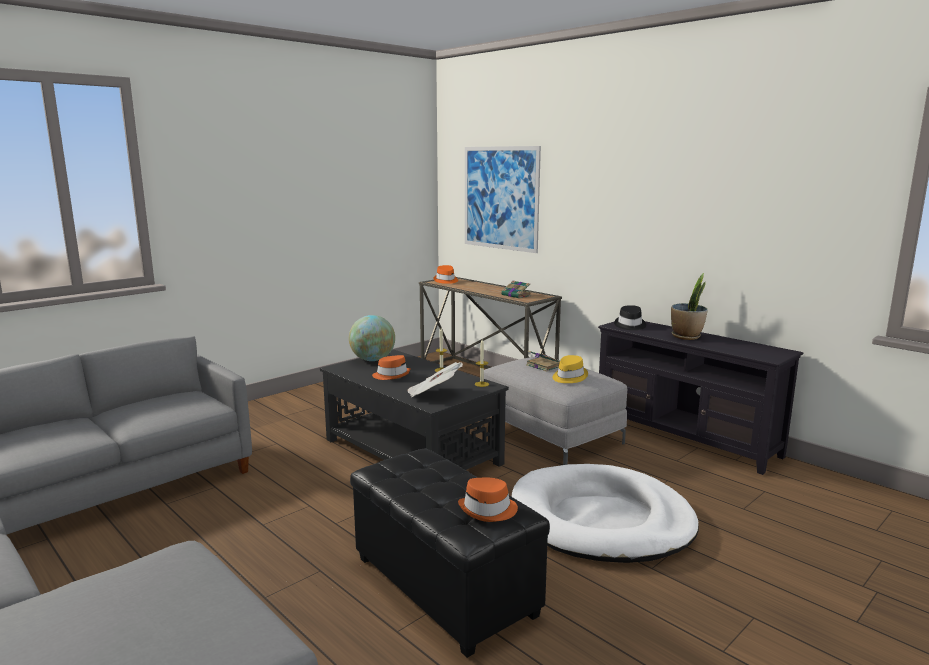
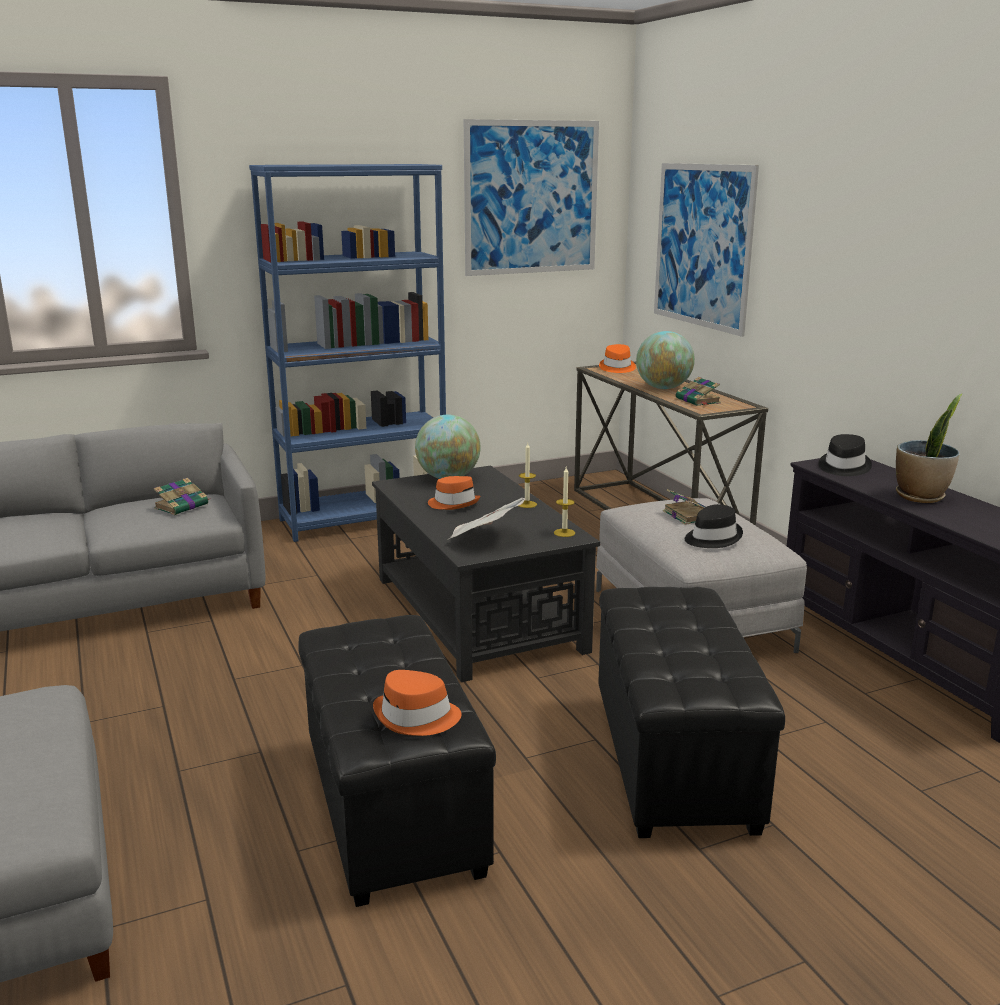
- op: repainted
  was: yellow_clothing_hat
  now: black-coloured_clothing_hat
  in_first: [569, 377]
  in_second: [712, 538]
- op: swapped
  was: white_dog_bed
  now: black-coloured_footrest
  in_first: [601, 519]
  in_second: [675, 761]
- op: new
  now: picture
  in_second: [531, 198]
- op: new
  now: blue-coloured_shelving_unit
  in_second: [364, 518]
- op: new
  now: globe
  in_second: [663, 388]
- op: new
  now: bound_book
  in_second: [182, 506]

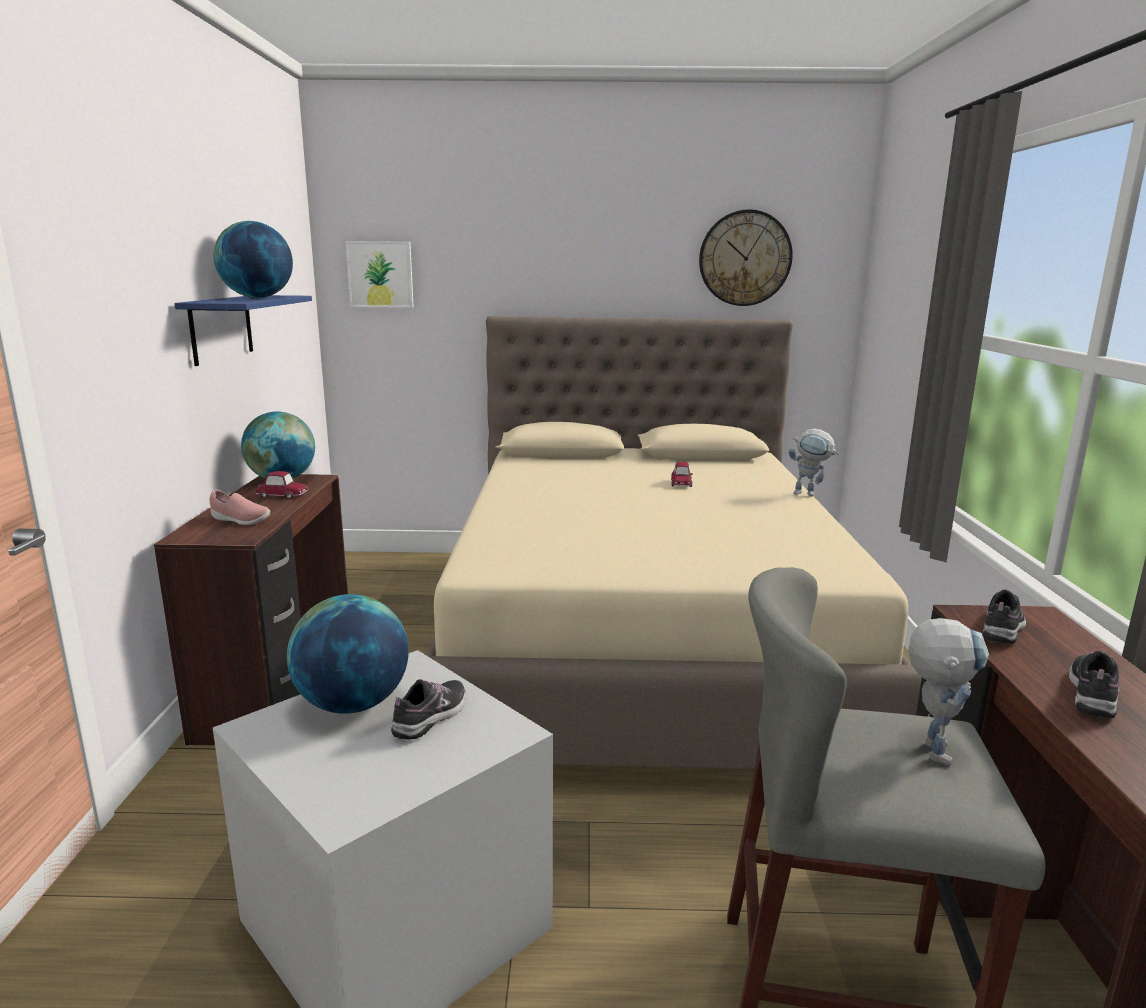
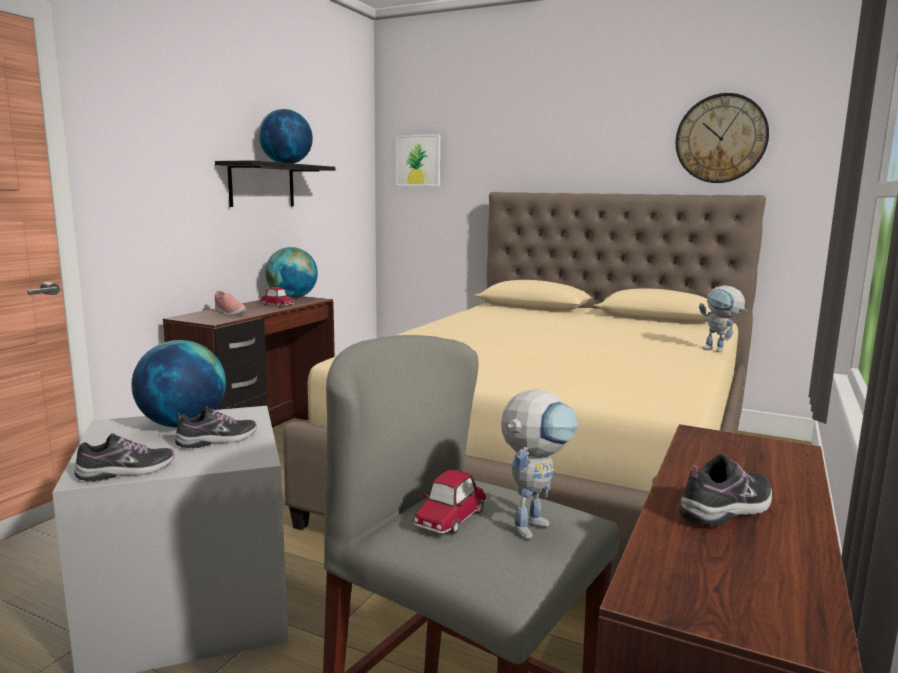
- op: repainted
  was: blue-coloured_bracket_shelf
  now: black-coloured_bracket_shelf
  in_first: [221, 328]
  in_second: [262, 185]
- op: shifted
  was: model_car
  in_first: [681, 483]
  in_second: [449, 518]
- op: shifted
  was: low_shoe
  in_first: [1002, 628]
  in_second: [127, 471]

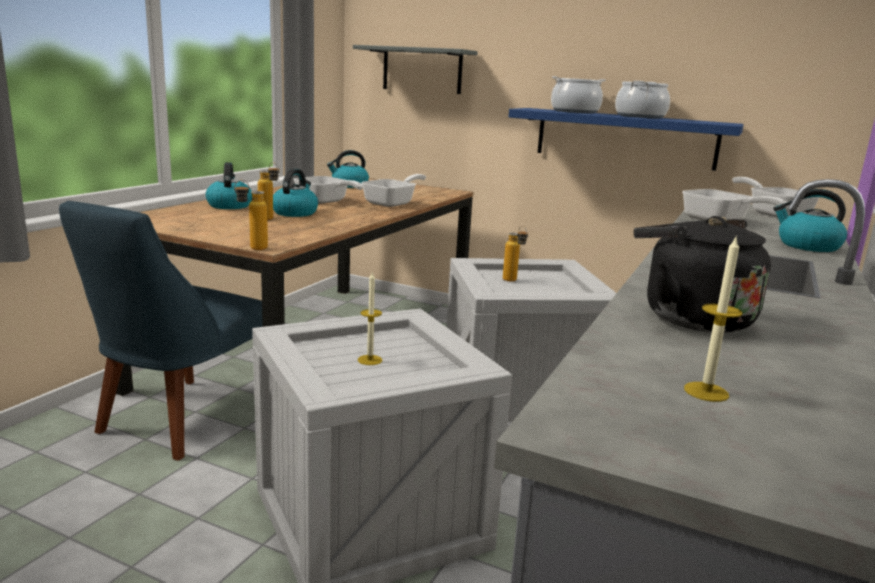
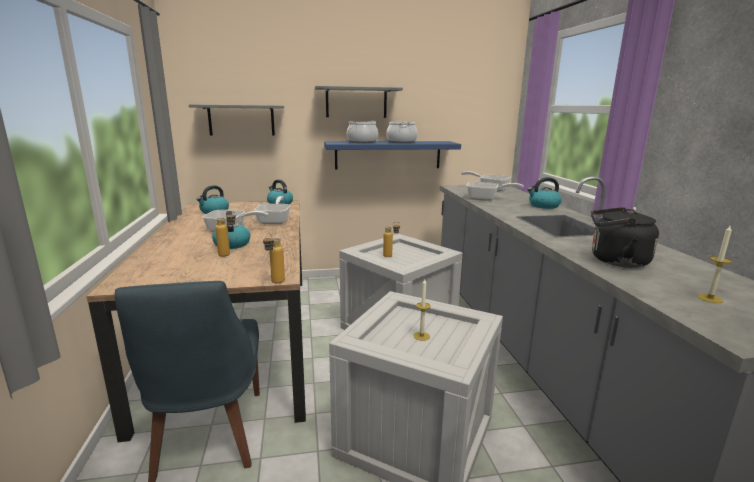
- op: shifted
  was: tea_kettle
  in_first: [229, 205]
  in_second: [279, 203]
- op: new
  now: grey_bracket_shelf
  in_second: [356, 102]

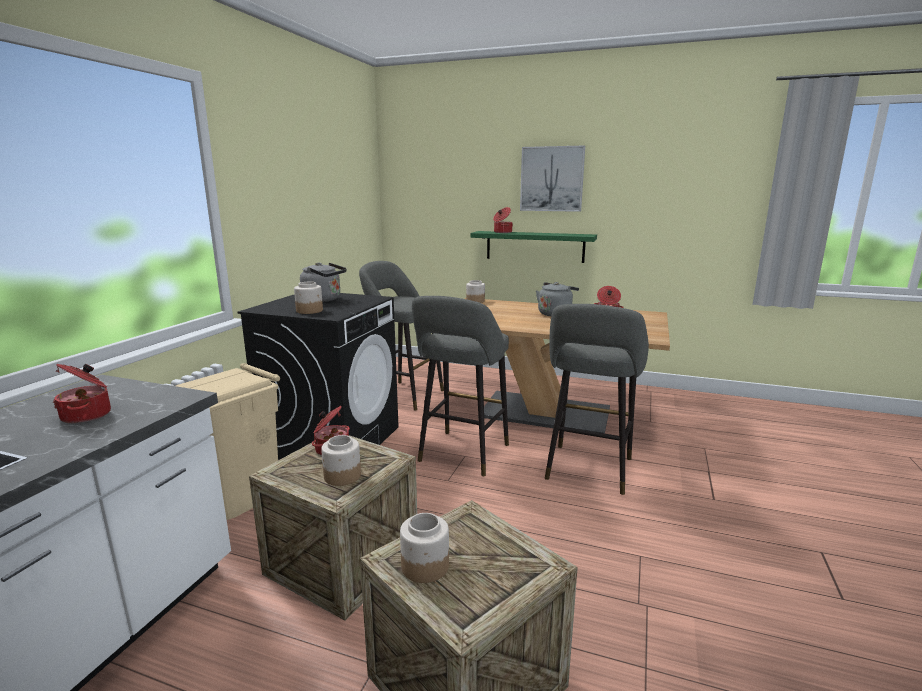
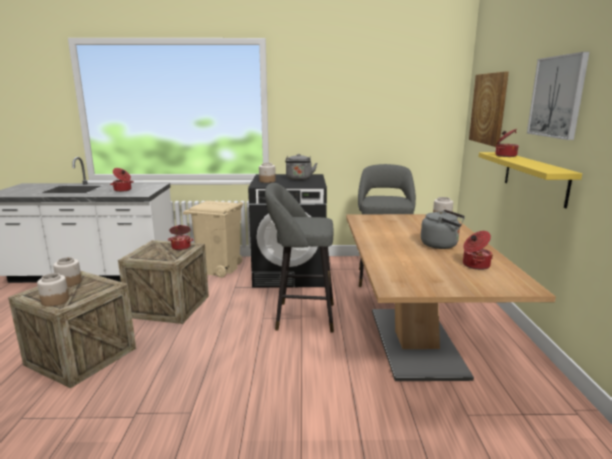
- op: repainted
  was: greenish_bracket_shelf
  now: yellow_bracket_shelf
  in_first: [534, 246]
  in_second: [534, 177]
- op: gone
  was: grey_sitting_stool
  in_first: [588, 471]
- op: shifted
  was: preserve_jar
  in_first: [342, 476]
  in_second: [55, 301]
- op: new
  now: picture
  in_second: [489, 108]

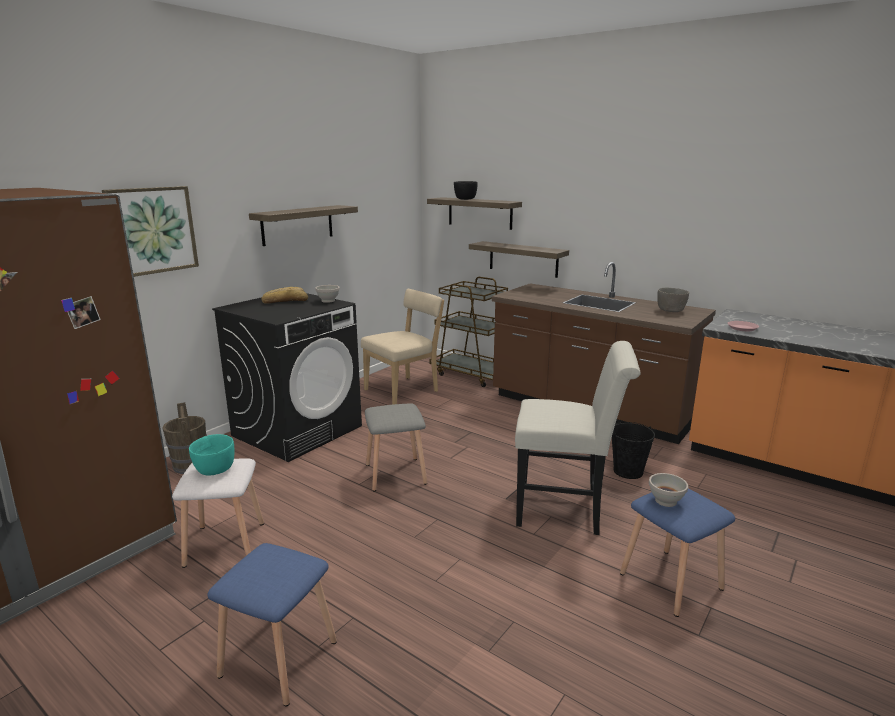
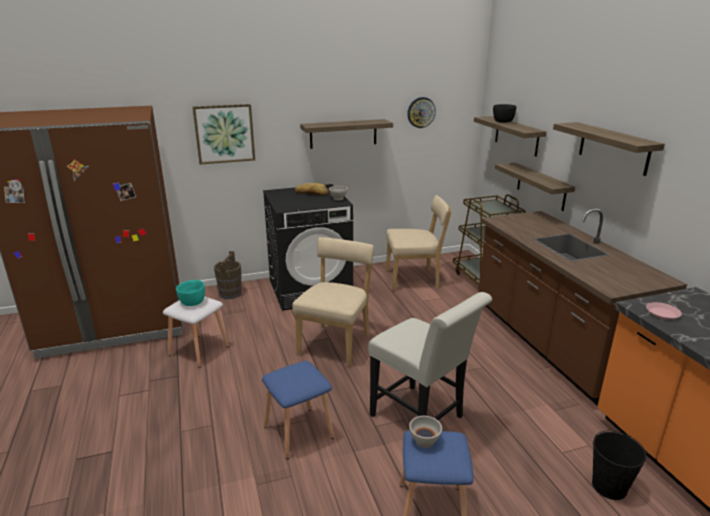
- op: gone
  was: grey_bowl
  in_first: [671, 311]
- op: swapped
  was: grey_sitting_stool
  now: beige-coloured_upright_chair
  in_first: [396, 473]
  in_second: [336, 343]
- op: shifted
  was: black-coloured_bucket
  in_first: [628, 471]
  in_second: [609, 486]
- op: shifted
  was: blue-coloured_sitting_stool
  in_first: [279, 657]
  in_second: [299, 431]
- op: new
  now: wall_clock
  in_second: [421, 112]
- op: new
  now: bracket_shelf
  in_second: [613, 148]

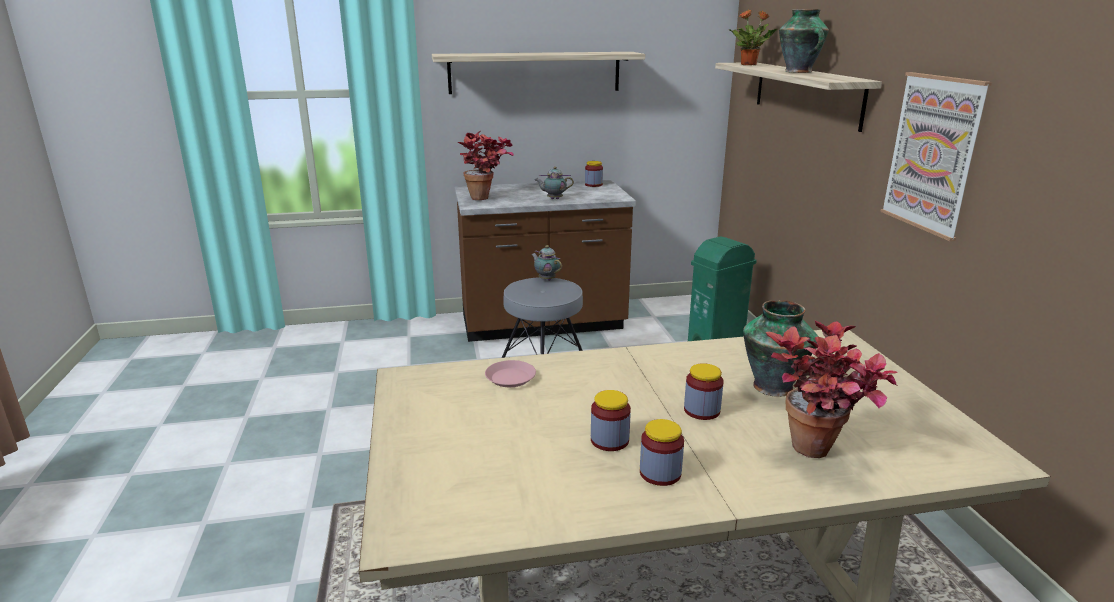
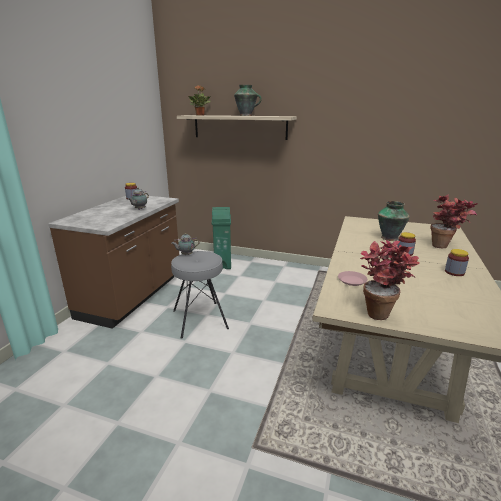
- op: gone
  was: bracket_shelf
  in_first: [535, 72]
- op: gone
  was: picture
  in_first: [932, 153]
- op: shifted
  was: potted_plant
  in_first: [486, 199]
  in_second: [380, 311]
- op: gone
  was: preserve_jar
  in_first: [609, 440]

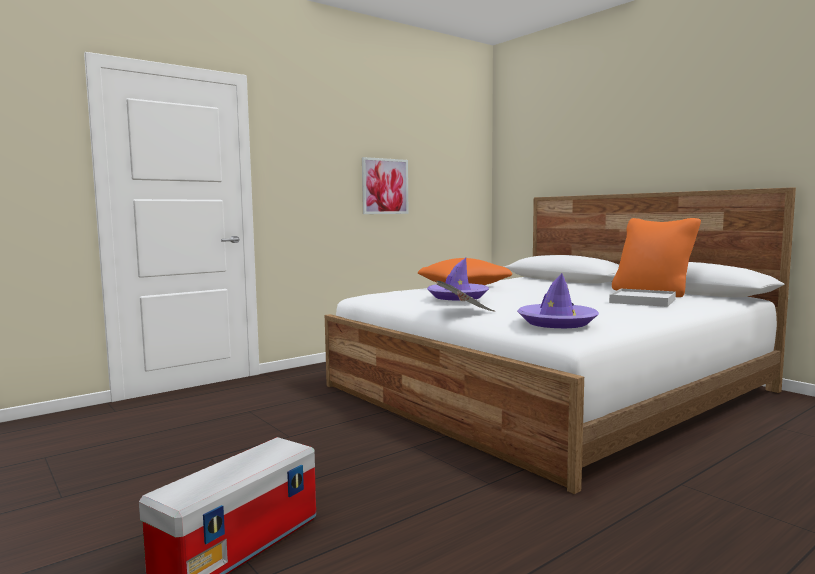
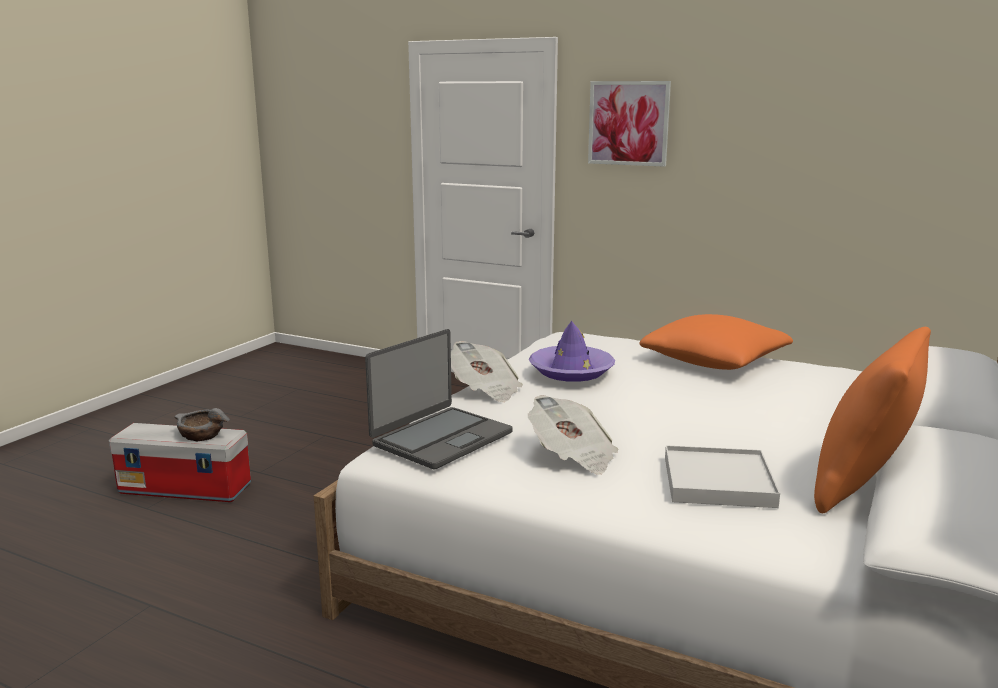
- op: shifted
  was: picture
  in_first: [385, 186]
  in_second: [628, 123]
- op: swapped
  was: purple_clothing_hat
  now: laptop
  in_first: [557, 322]
  in_second: [441, 438]
- op: new
  now: newspaper
  in_second: [573, 456]
- op: new
  now: grey_bowl
  in_second: [201, 435]

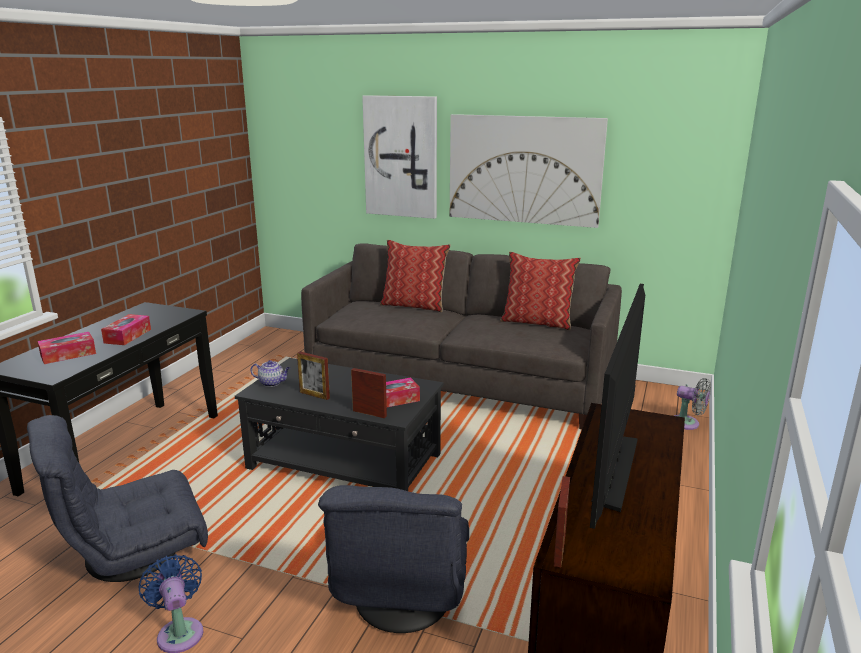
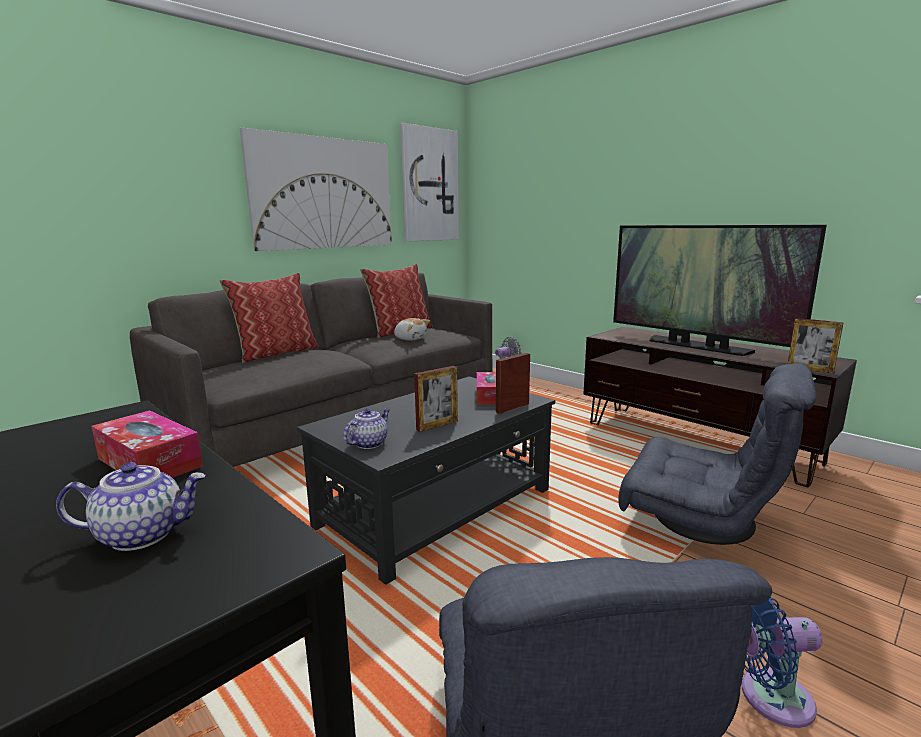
- op: shifted
  was: picture
  in_first: [401, 157]
  in_second: [429, 185]
- op: swapped
  was: tissue_box
  now: tea_pot
  in_first: [68, 355]
  in_second: [143, 534]
- op: new
  now: cuddly_toy
  in_second: [410, 339]

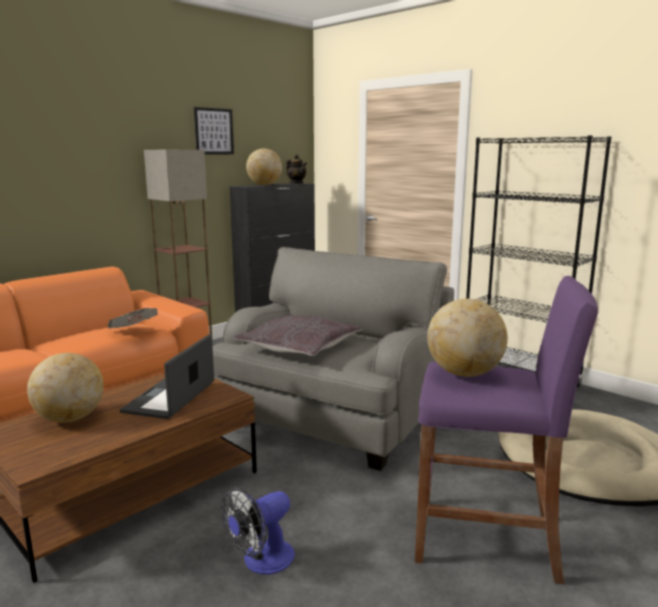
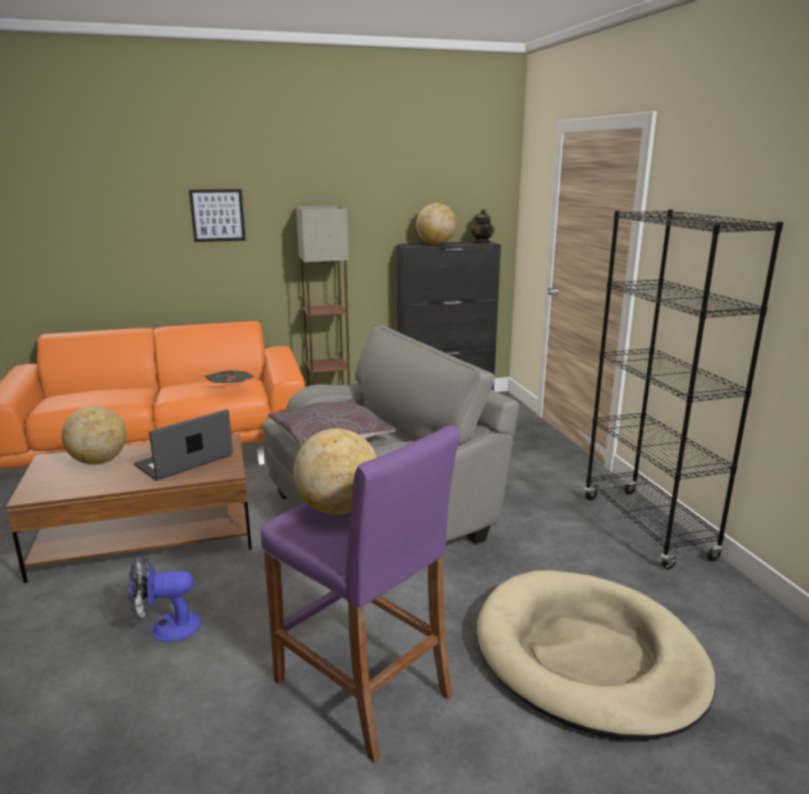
- op: shifted
  was: picture
  in_first: [214, 131]
  in_second: [217, 215]

